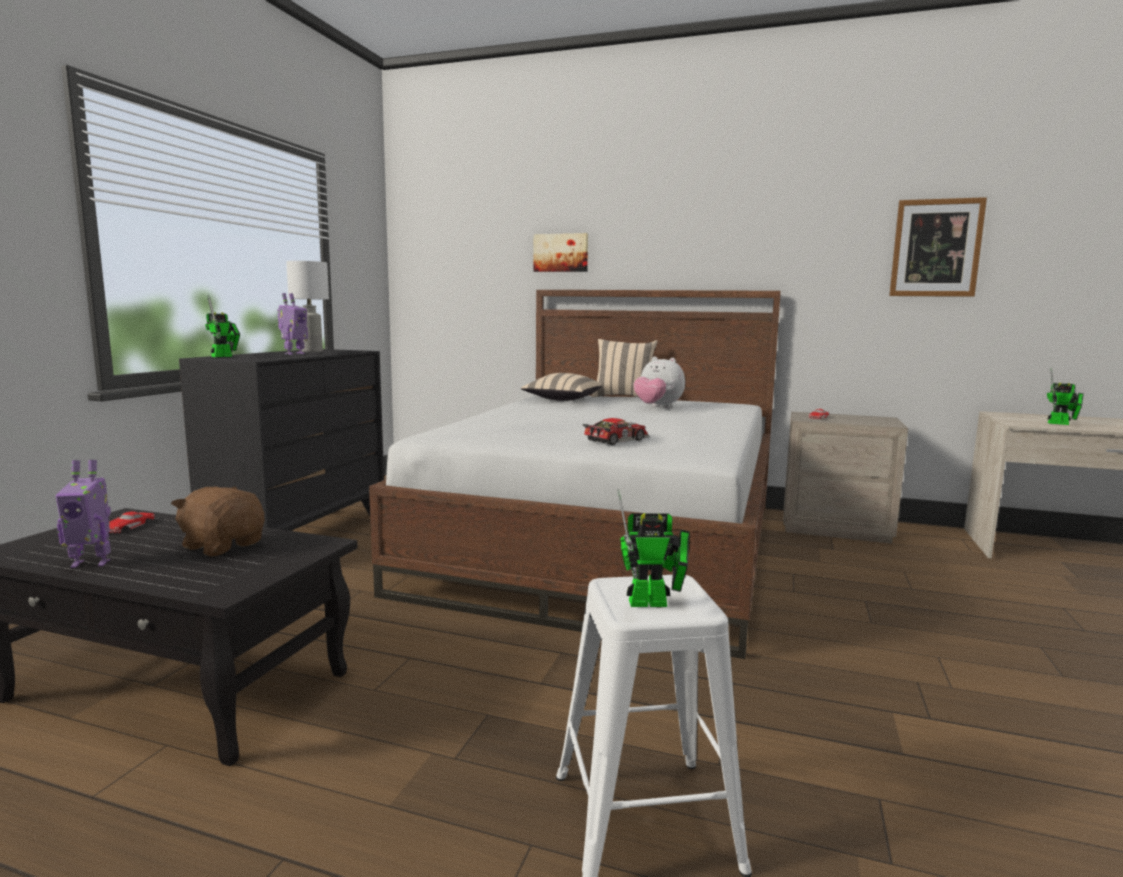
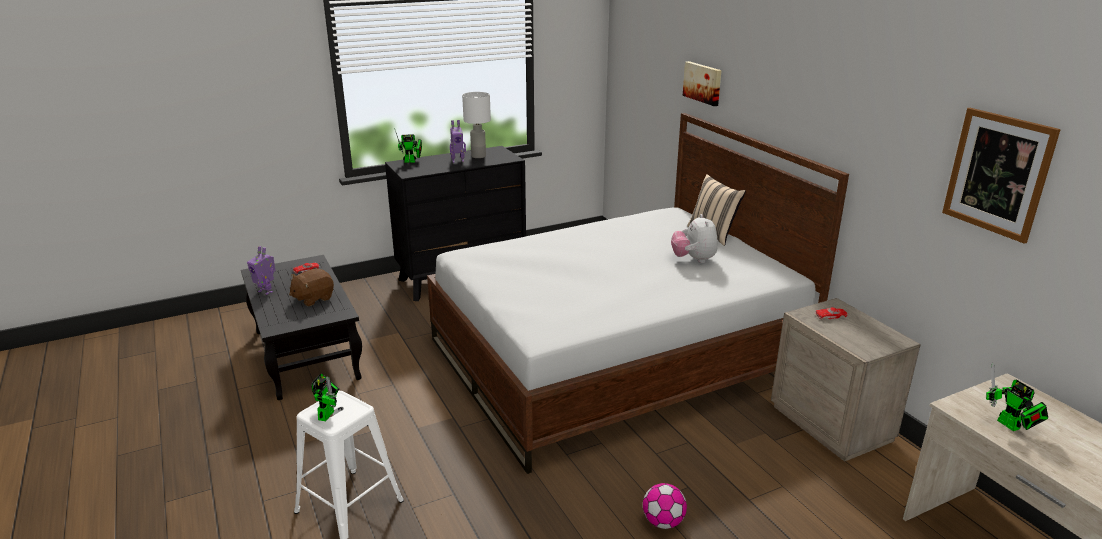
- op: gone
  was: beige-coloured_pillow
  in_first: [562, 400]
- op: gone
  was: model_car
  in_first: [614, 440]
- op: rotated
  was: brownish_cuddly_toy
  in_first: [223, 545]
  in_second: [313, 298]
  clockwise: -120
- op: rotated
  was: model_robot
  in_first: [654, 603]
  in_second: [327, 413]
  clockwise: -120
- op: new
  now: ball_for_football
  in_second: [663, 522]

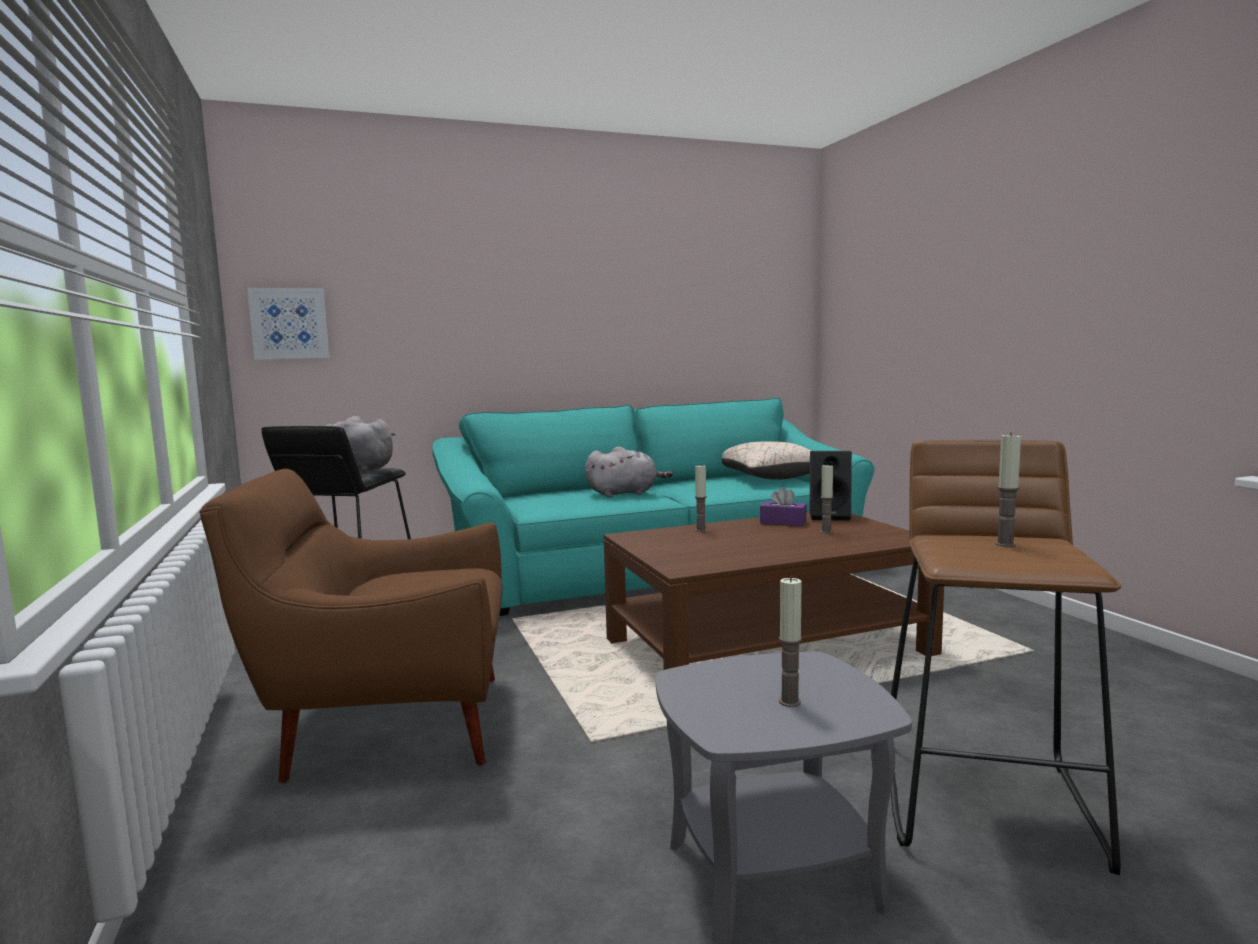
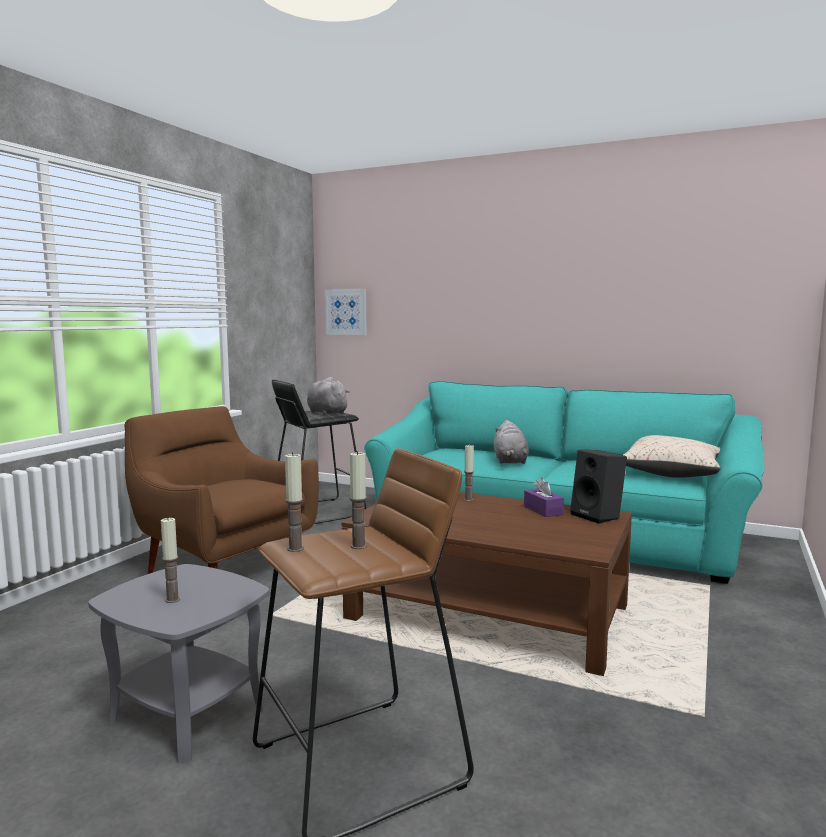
- op: rotated
  was: grey_cuddly_toy
  in_first: [625, 493]
  in_second: [510, 461]
  clockwise: 60
- op: shifted
  was: wax_candle
  in_first: [826, 532]
  in_second: [295, 549]

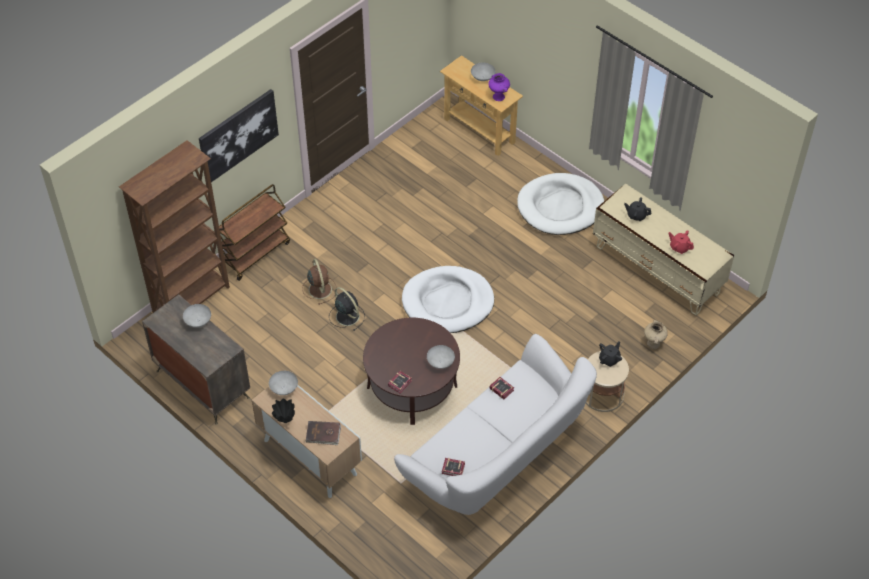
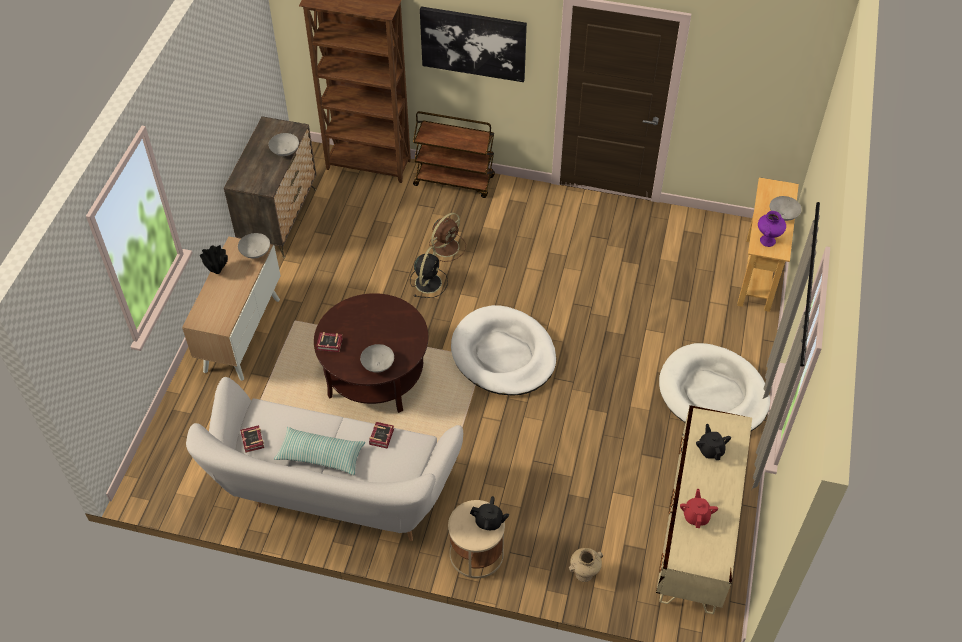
- op: gone
  was: brownish_bound_book
  in_first: [323, 434]
- op: new
  now: pillow
  in_second: [320, 455]

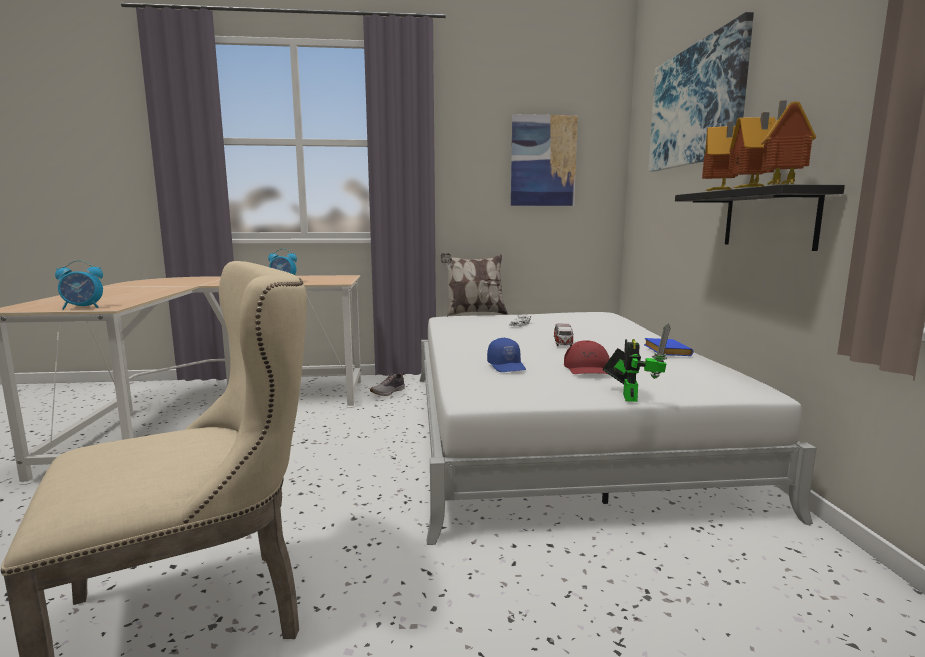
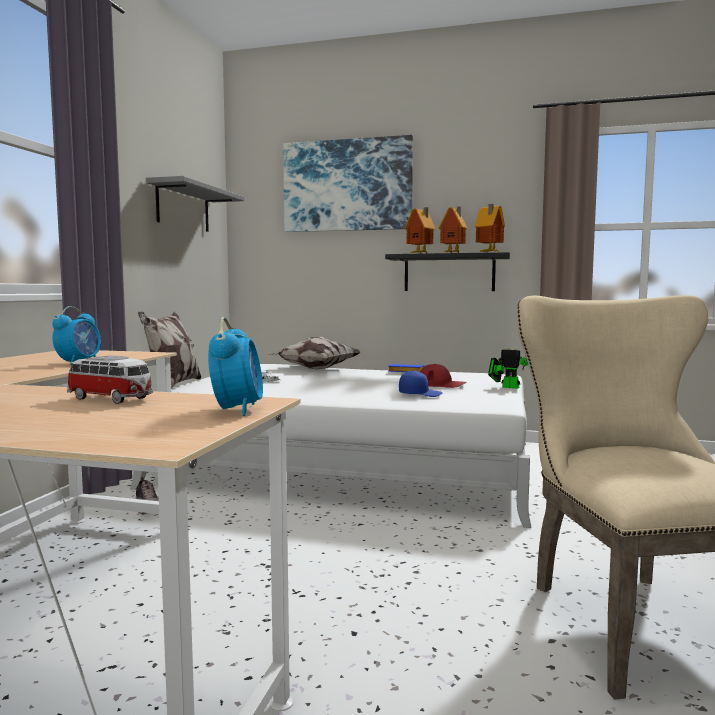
- op: swapped
  was: picture
  now: grey_bracket_shelf
  in_first: [543, 161]
  in_second: [183, 208]
- op: shifted
  was: model_car
  in_first: [563, 343]
  in_second: [112, 399]
- op: new
  now: pillow
  in_second: [315, 369]

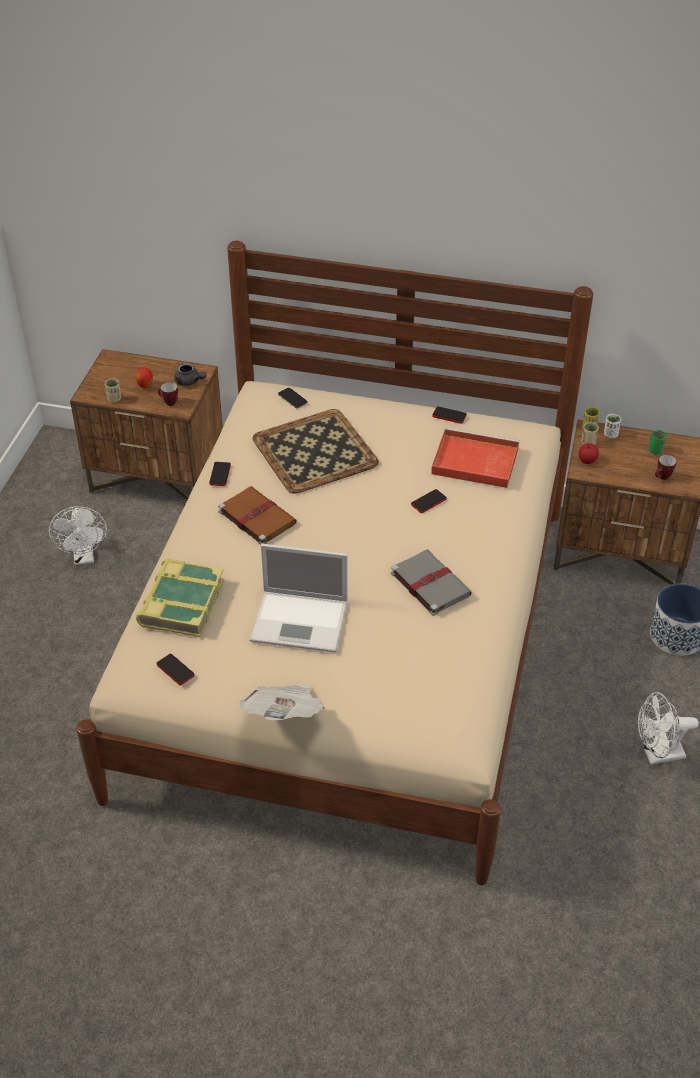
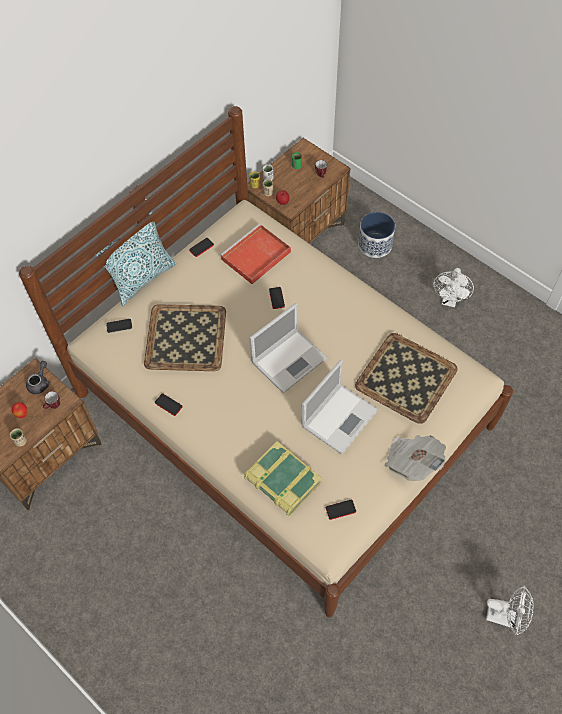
- op: rotated
  was: grey_tea_pot
  in_first: [189, 382]
  in_second: [40, 383]
  clockwise: -45
- op: gone
  was: brownish_bound_book
  in_first: [256, 517]
- op: shifted
  was: white_cooling_fan
  in_first: [84, 557]
  in_second: [505, 617]
- op: gone
  was: grey_bound_book
  in_first: [429, 583]
- op: new
  now: pillow
  in_second: [143, 278]
- op: new
  now: laptop
  in_second: [290, 359]
- op: new
  now: serving_tray
  in_second: [405, 378]

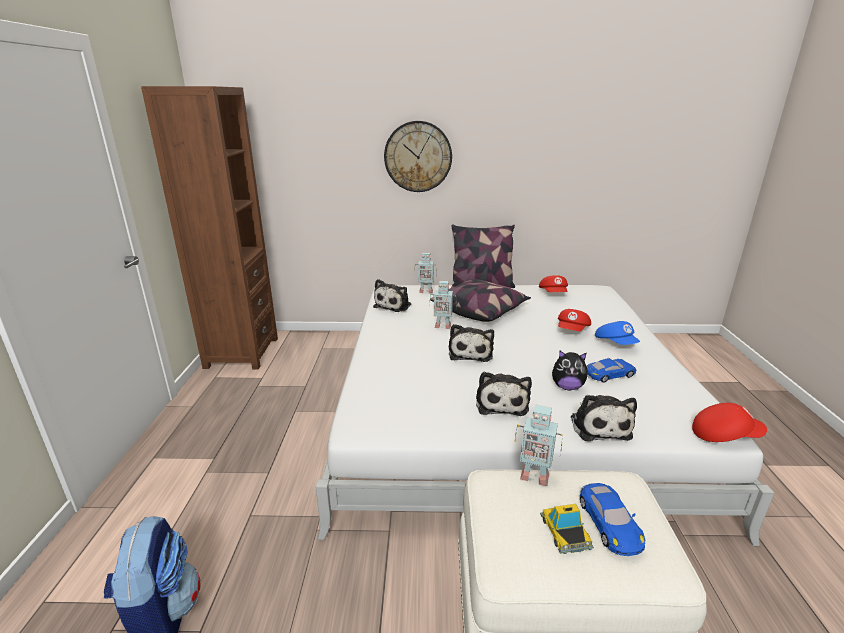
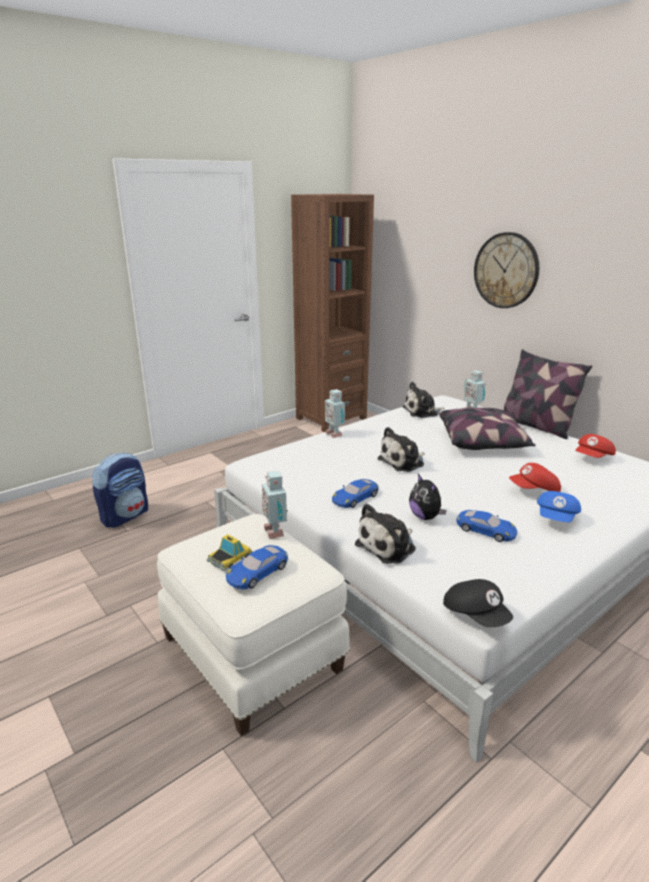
- op: shifted
  was: model_robot
  in_first: [442, 325]
  in_second: [334, 434]
- op: swapped
  was: cuddly_toy
  now: blue-coloured_model_car
  in_first: [501, 402]
  in_second: [355, 497]
- op: repainted
  was: red_baseball_cap
  now: black-coloured_baseball_cap
  in_first: [724, 435]
  in_second: [476, 614]

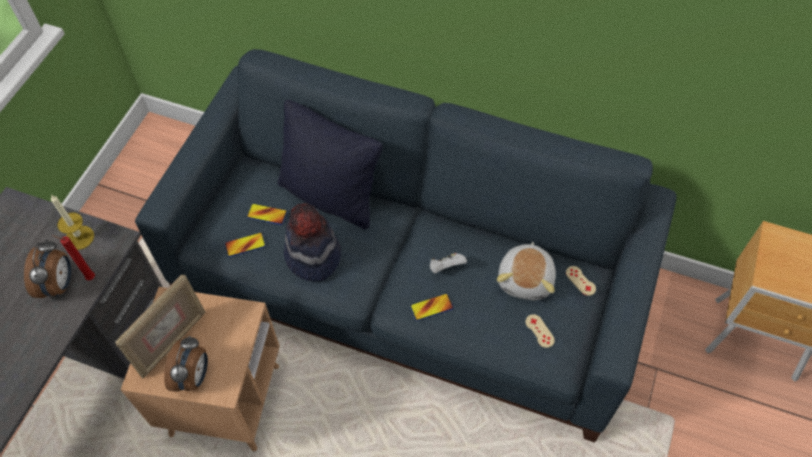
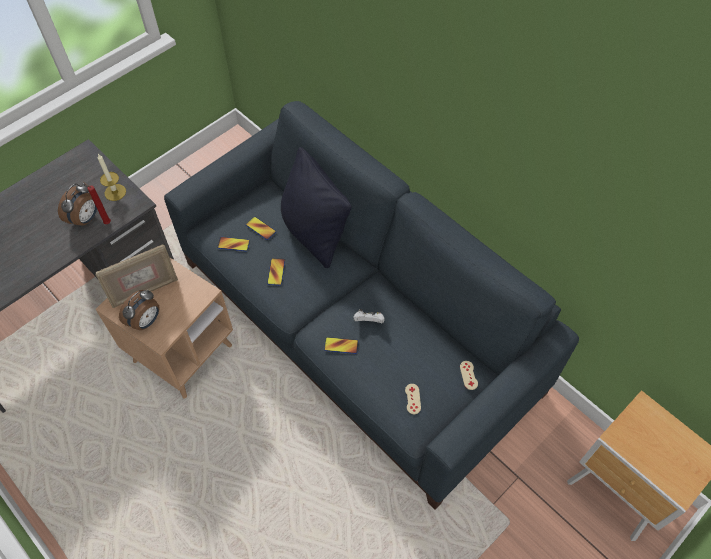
- op: swapped
  was: clothing_hat
  now: handset
  in_first: [312, 256]
  in_second: [276, 272]
- op: gone
  was: cuddly_toy
  in_first: [526, 279]

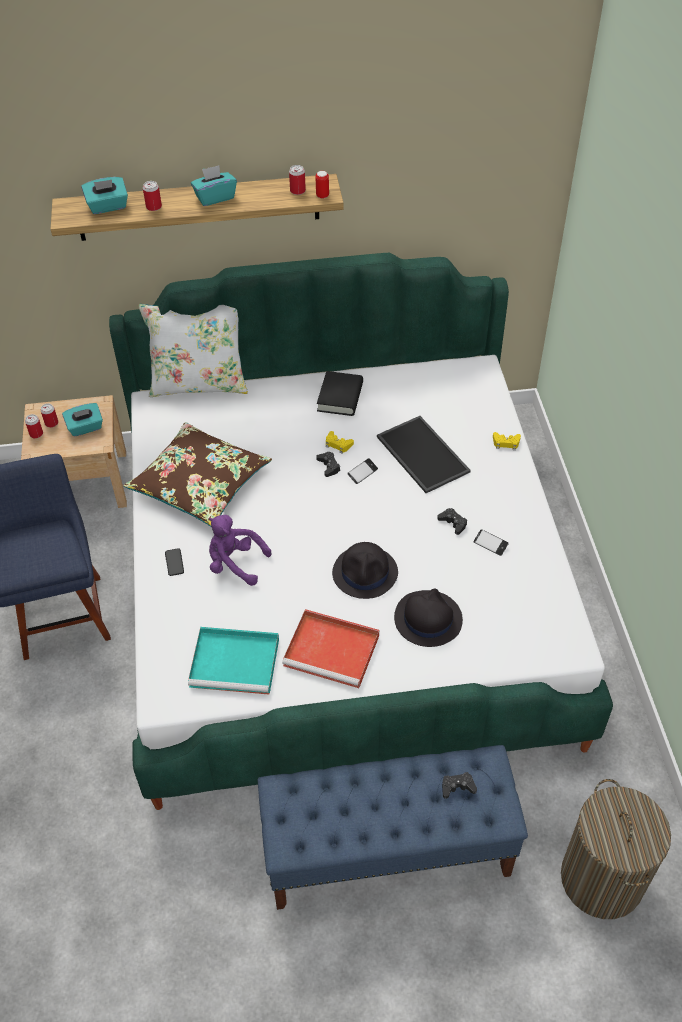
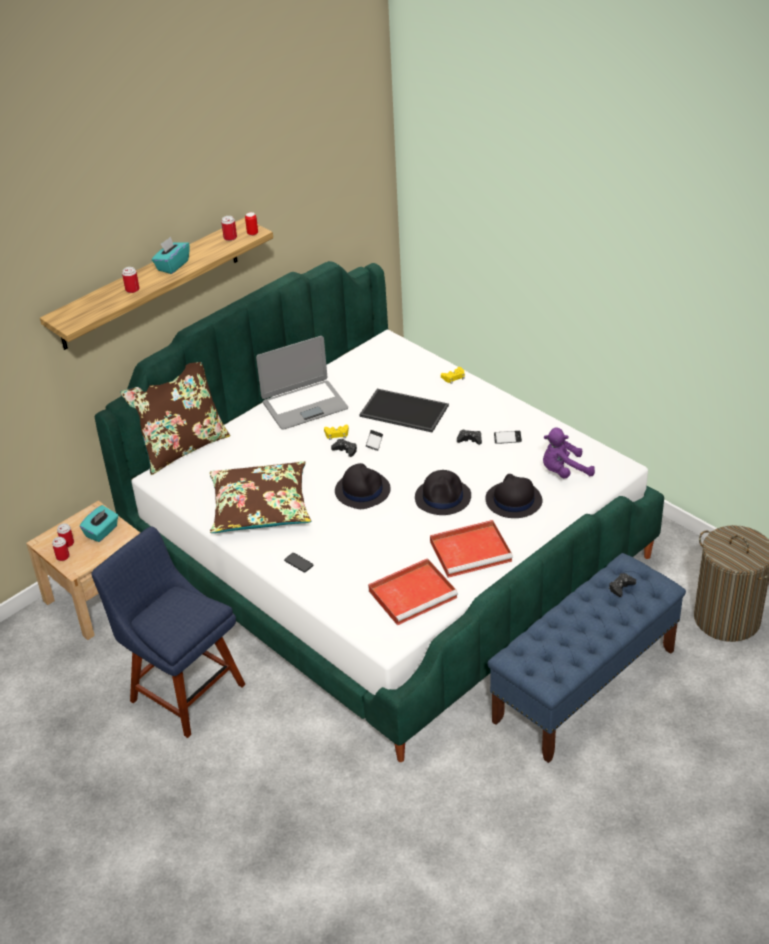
- op: gone
  was: turquoise-coloured_tissue_box
  in_first: [108, 206]
- op: repainted
  was: white_pillow
  now: brownish_pillow
  in_first: [199, 383]
  in_second: [182, 448]
- op: swapped
  was: black-coloured_bound_book
  now: laptop
  in_first: [340, 397]
  in_second: [304, 405]
- op: shifted
  was: purple_cuddly_toy
  in_first: [235, 564]
  in_second: [563, 471]
- op: repainted
  was: turquoise-coloured_serving_tray
  now: red_serving_tray
  in_first: [236, 662]
  in_second: [414, 593]
- op: new
  now: black-coloured_clothing_hat
  in_second: [362, 490]

